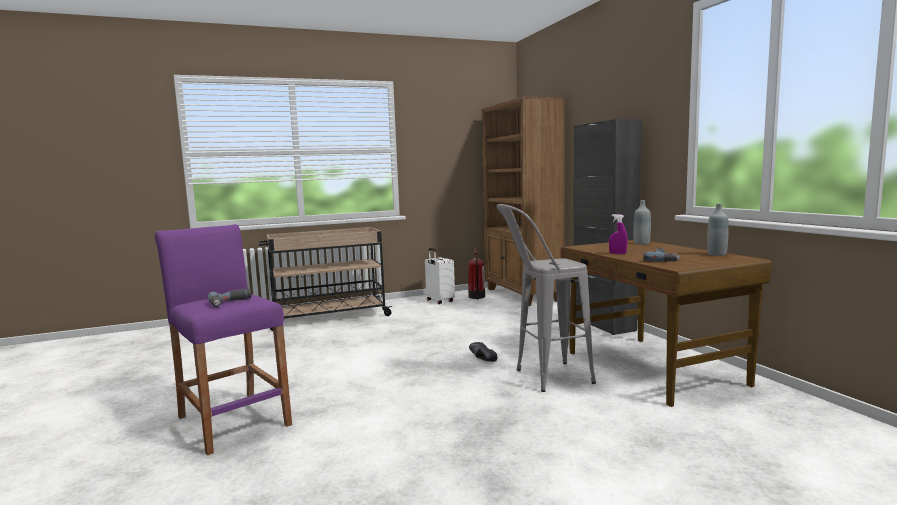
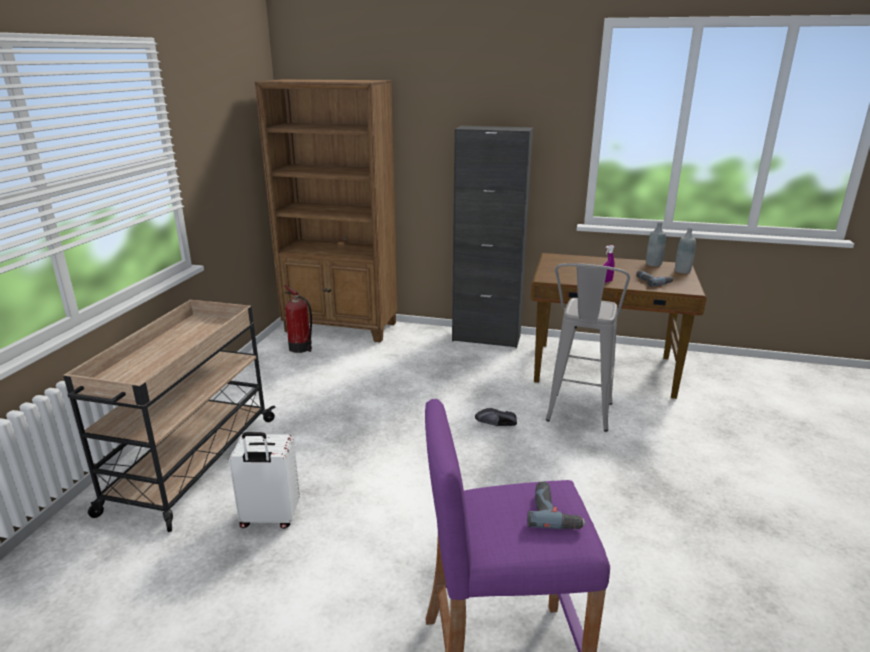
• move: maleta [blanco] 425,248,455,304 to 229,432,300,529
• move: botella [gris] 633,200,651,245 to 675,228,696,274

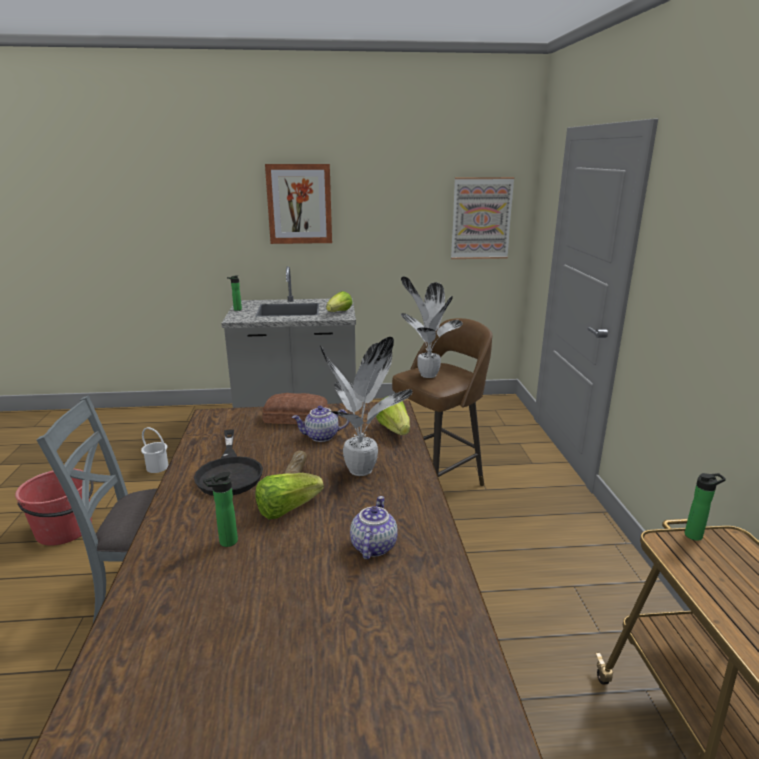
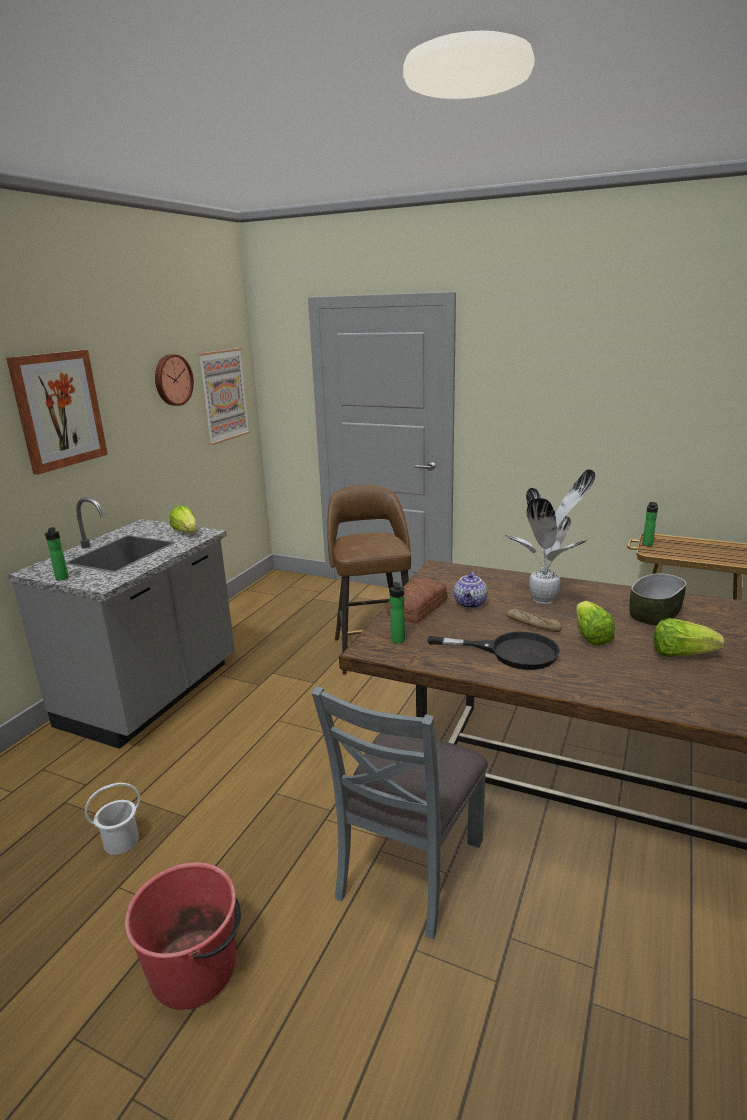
• move: botella 203,472,238,547 to 390,582,405,643
• replace: tetera 350,496,398,559 to cuenco 629,573,687,626
• move: lechuga 376,396,410,435 to 654,618,724,657
• delete: planta en maceta 401,276,463,378
• insert: reloj de pared 155,354,194,406

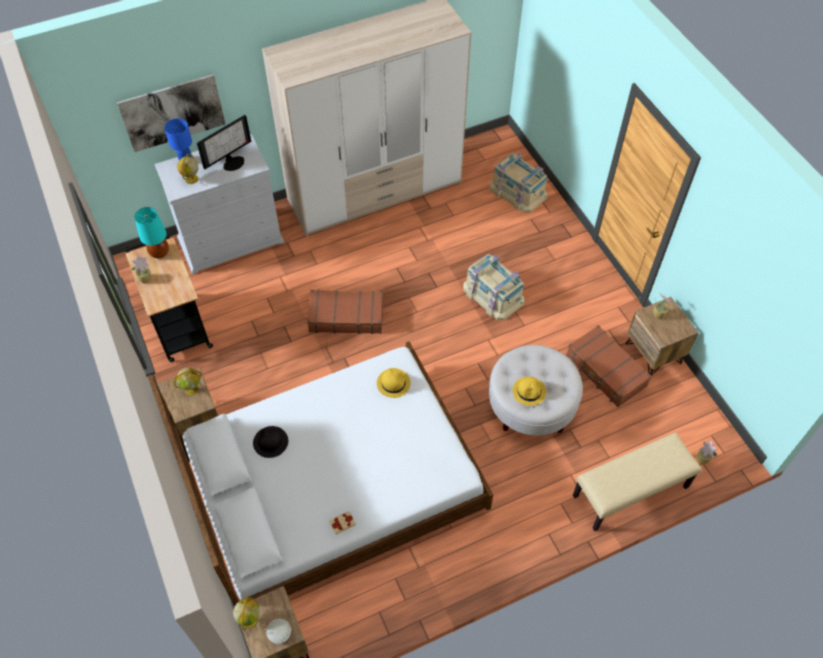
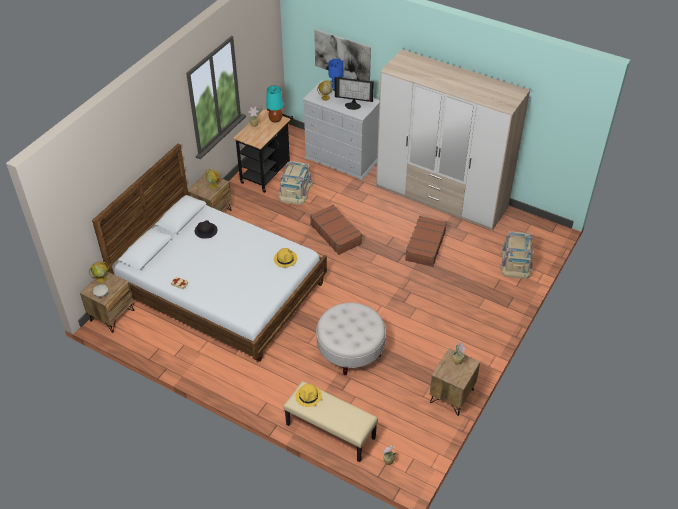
• move: caja de almacenaje [beis] 463,254,524,320 to 279,161,313,205
• move: sombrero [amarillo] 513,377,546,406 to 295,384,322,407
• move: maleta [marrón] 566,325,652,407 to 404,216,447,267

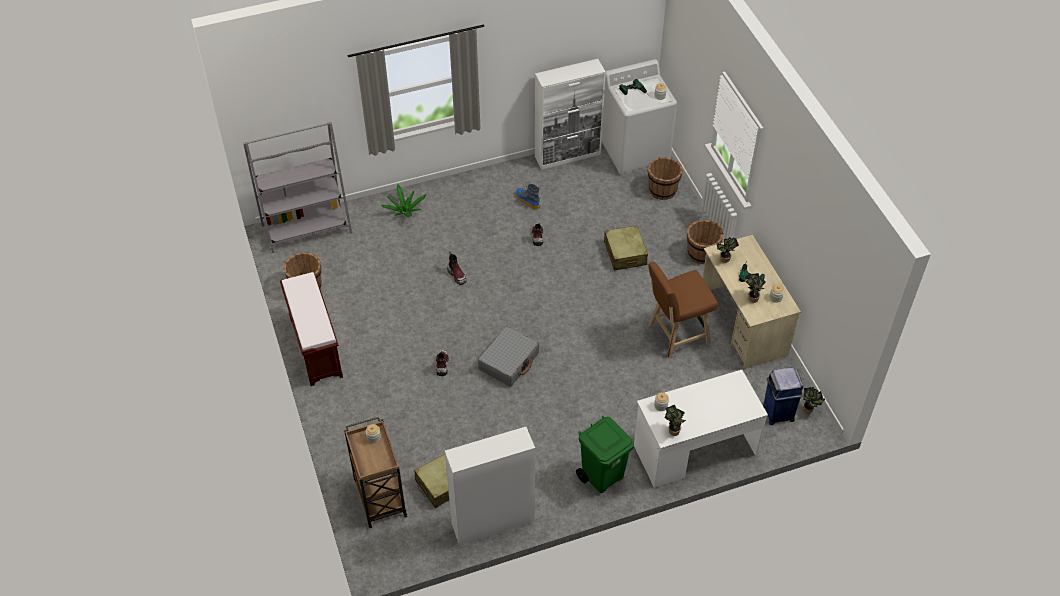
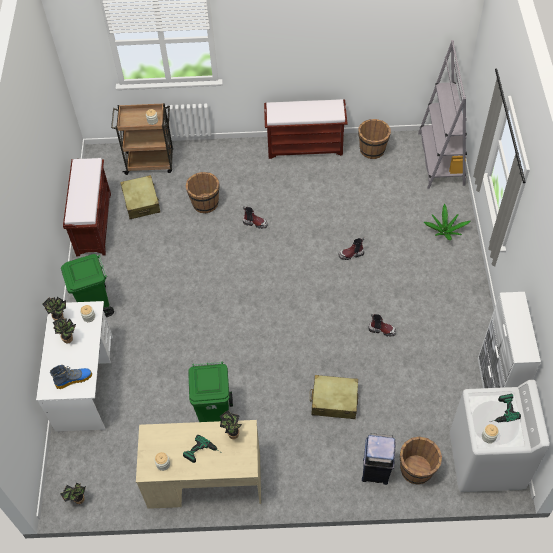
• replace: armario [blanco] 445,427,535,545 to banco [marrón] 63,158,111,256
• delete: maleta [gris] 478,326,539,387
• move: bota 516,183,540,209 to 50,365,92,389
• replace: taburete [marrón] 648,261,718,358 to papelera [verde] 188,361,233,422
• move: cubo [marrón] 687,220,724,264 to 186,172,219,213
• move: planta en maceta 746,273,766,303 to 53,317,76,343
• move: papelera [azul] 763,367,804,425 to 362,433,396,485

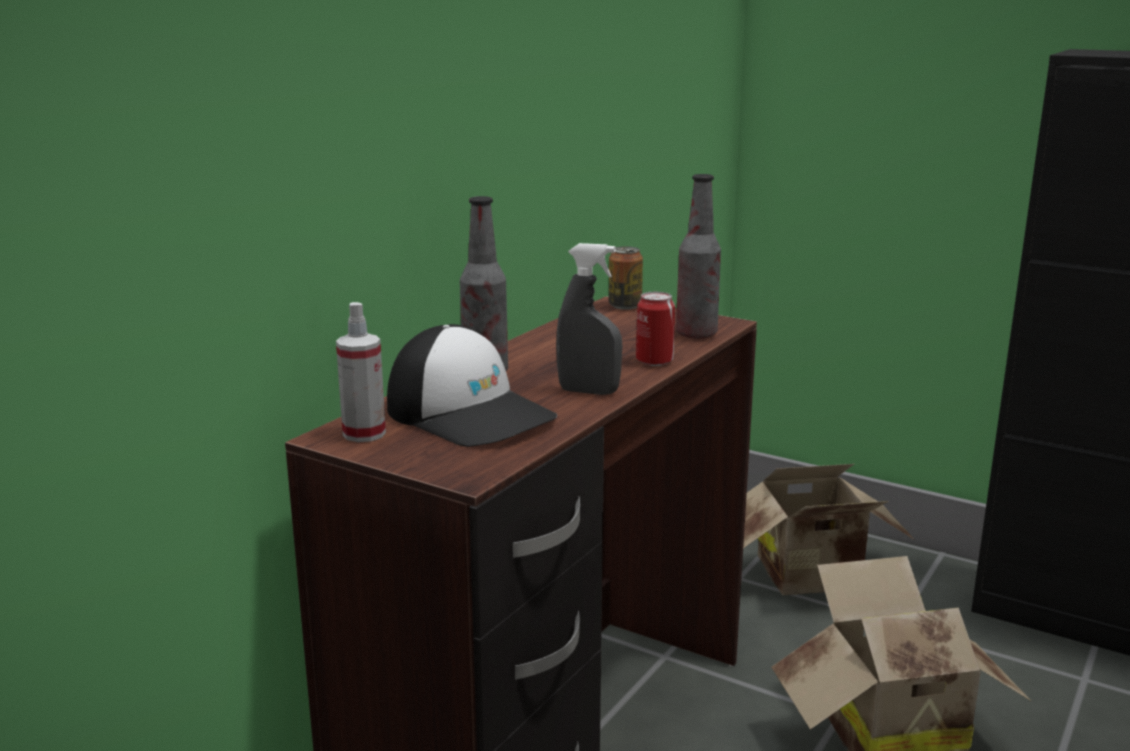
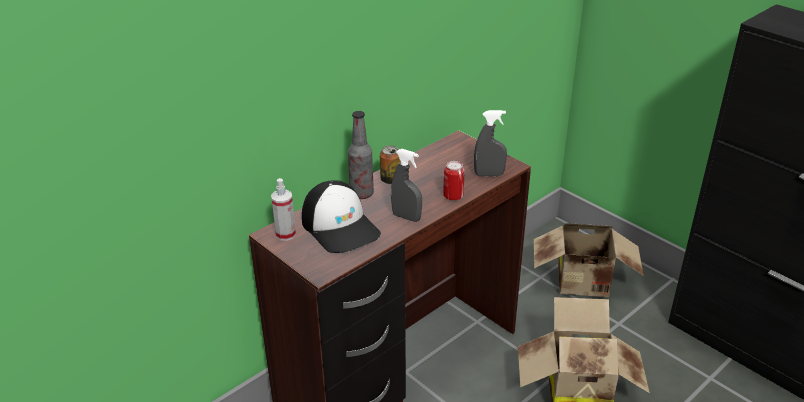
• move: lata 609,246,643,310 to 380,145,400,184
• replace: botella 676,174,721,339 to pulverizador [gris] 474,110,507,176

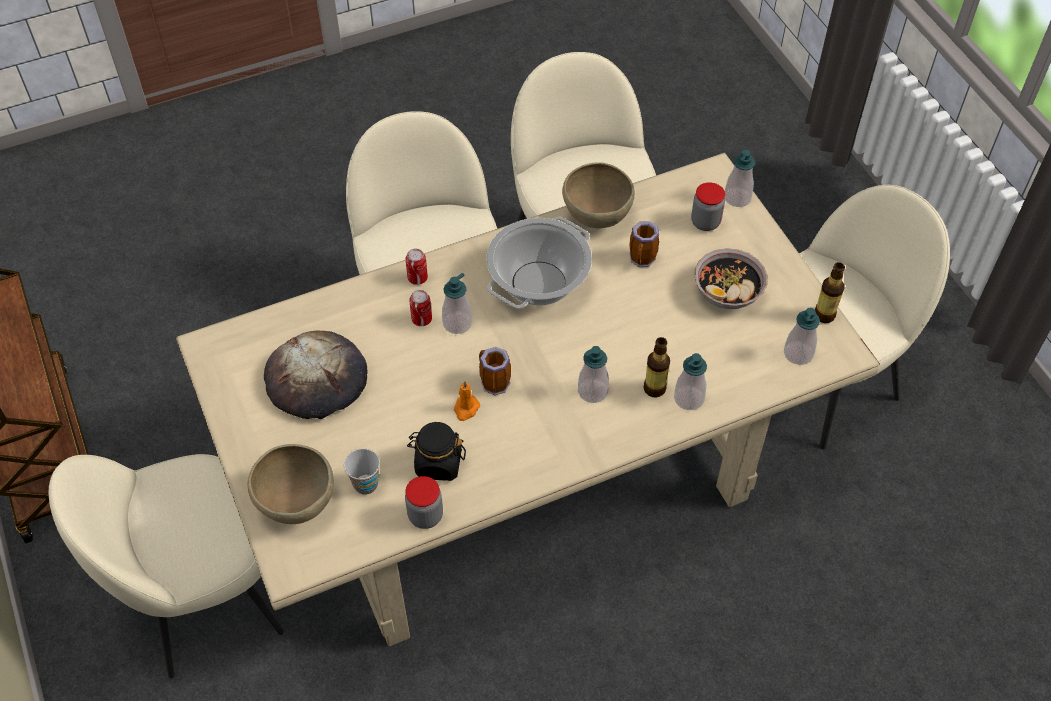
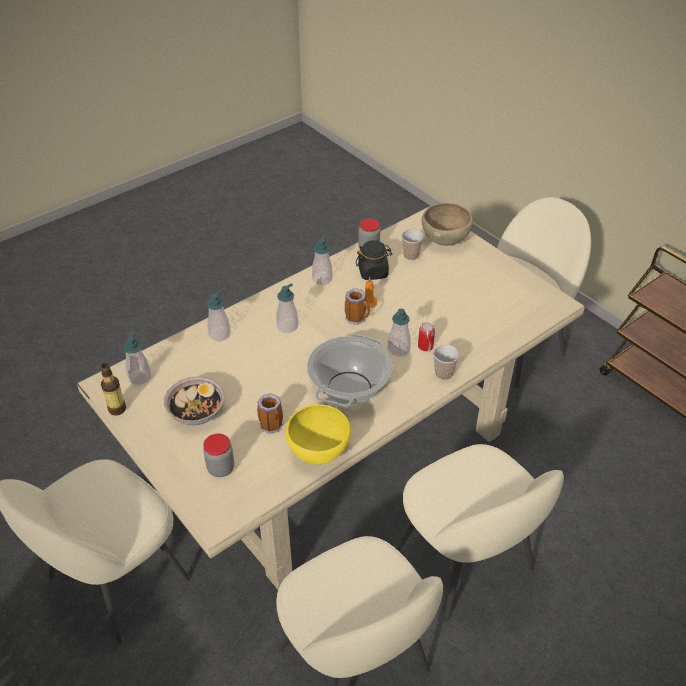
• delete: pan 264,331,368,419
• replace: lata 406,248,428,285 to taza 434,345,459,380
• recolor: cuenco [marrón] 562,162,635,228 to cuenco [amarillo] 285,404,351,464
• delete: botella 644,337,670,397
• move: dispensador de jabón 725,150,755,207 to 312,236,332,285

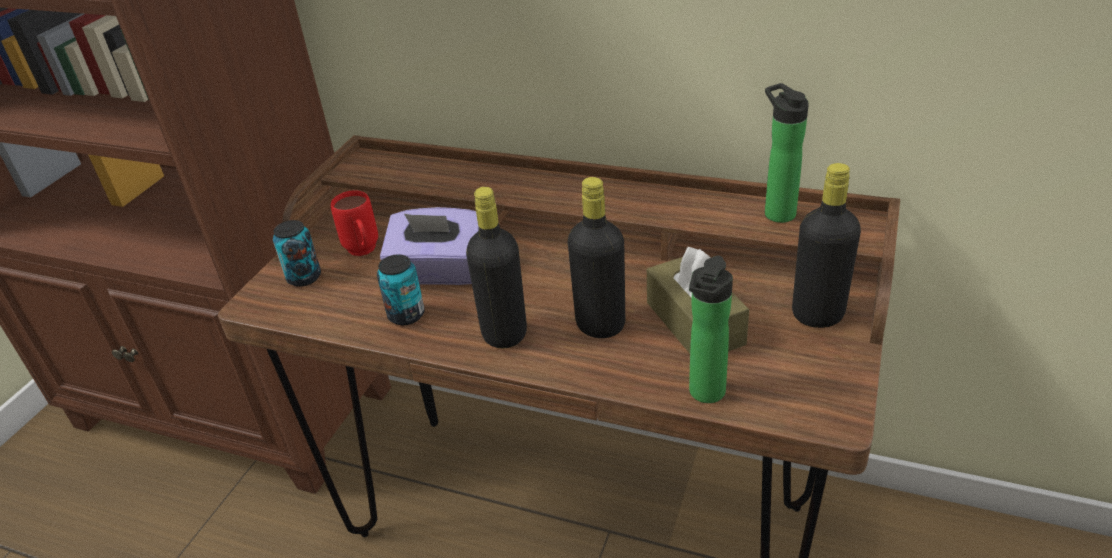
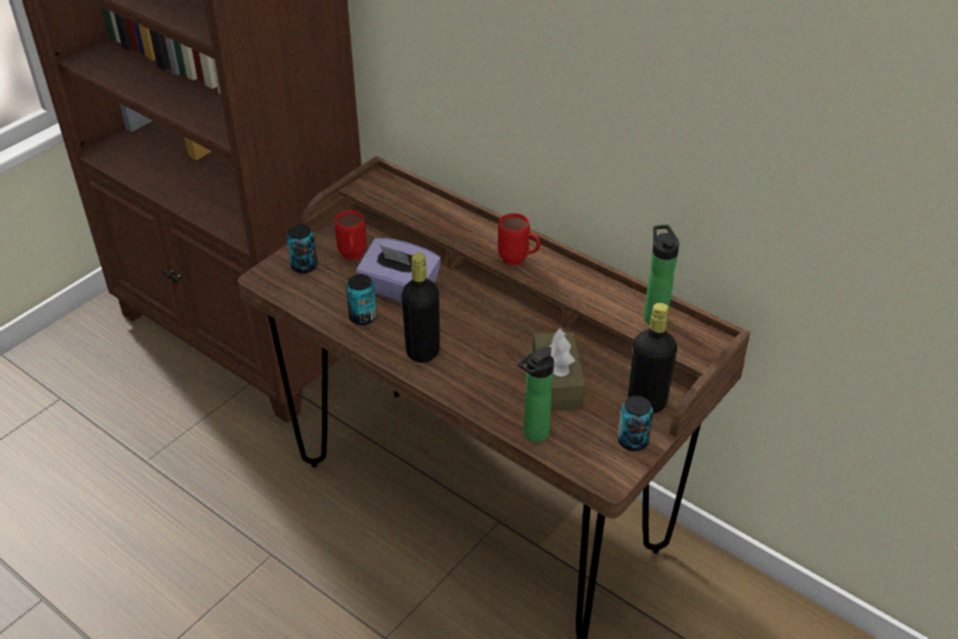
• delete: botella [negro] 568,177,625,338
• insert: taza grande [rojo] 498,213,540,266
• insert: lata 618,396,653,451

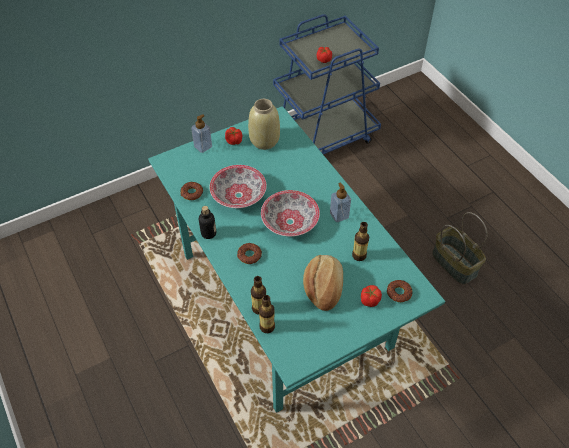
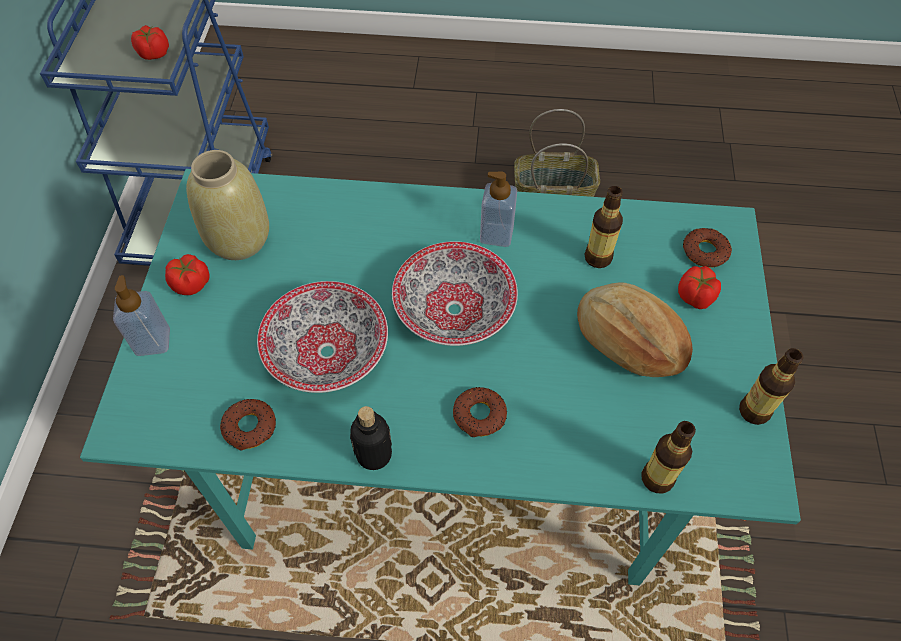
• move: botella 251,276,266,315 to 739,348,804,425

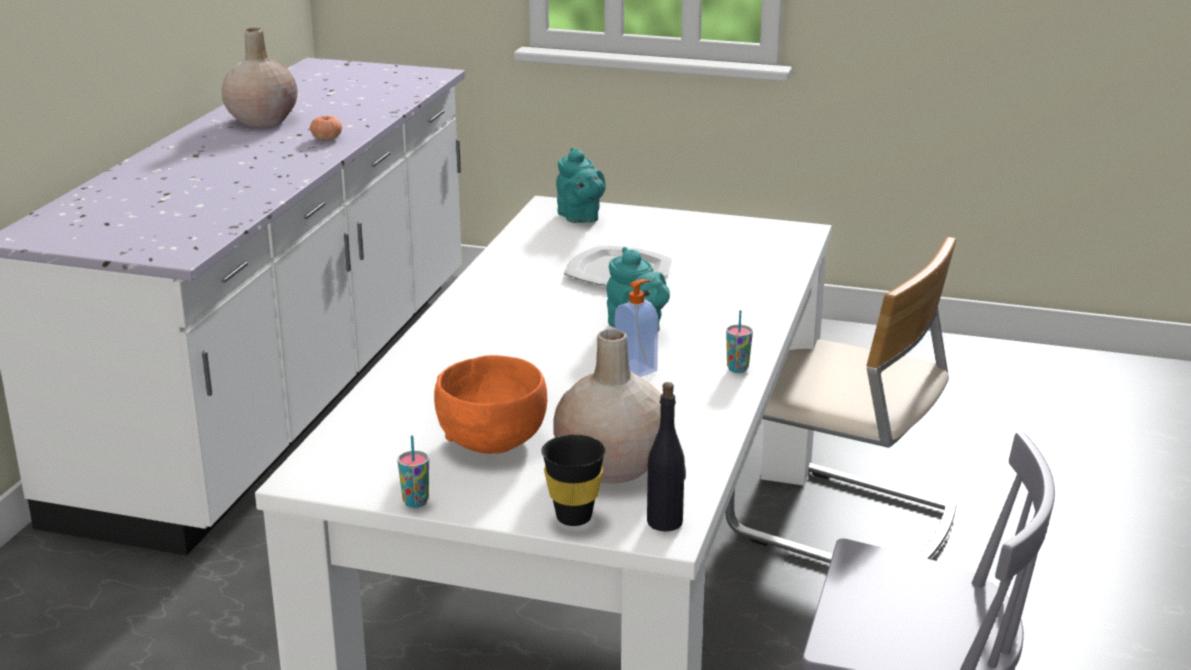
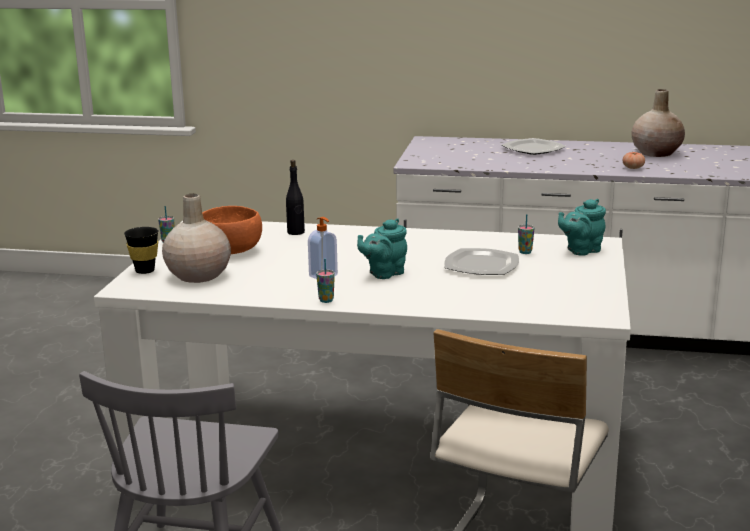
• move: botella [negro] 647,382,686,531 to 286,160,305,235
• insert: plato 502,138,566,155
• insert: taza 518,214,535,254

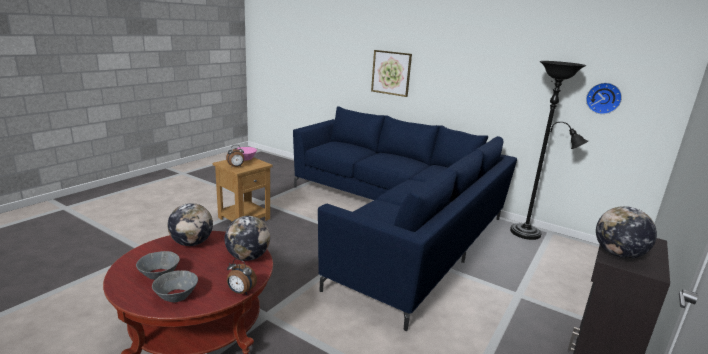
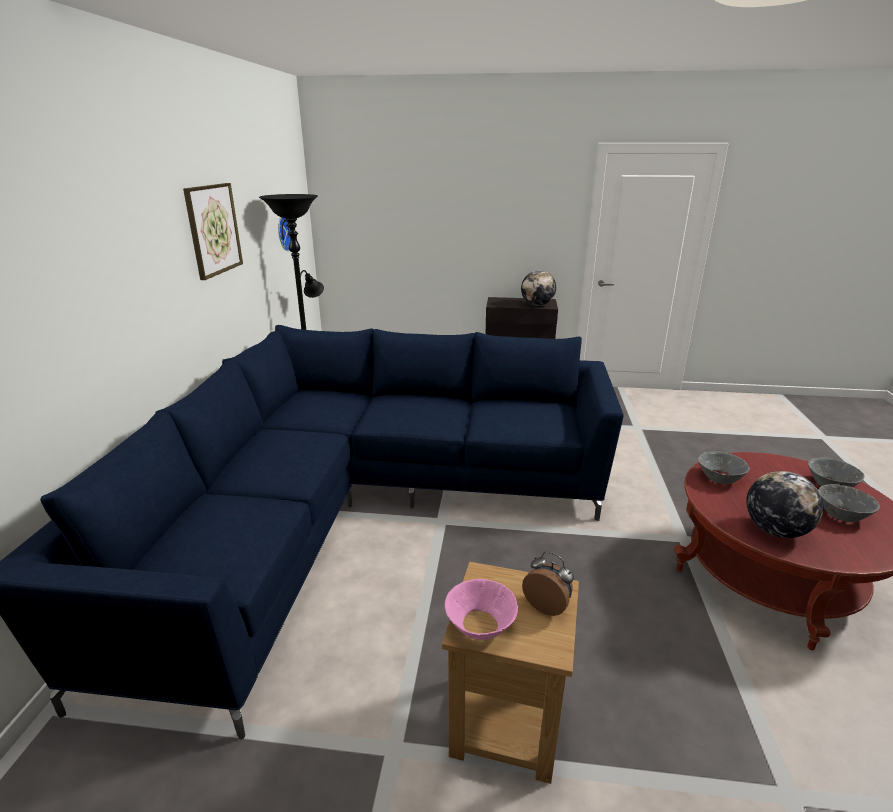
• replace: globo terráqueo 225,216,270,261 to cuenco [gris] 698,451,750,484
• delete: despertador 227,259,257,295
• move: cuadro 371,50,412,97 to 183,183,243,280

